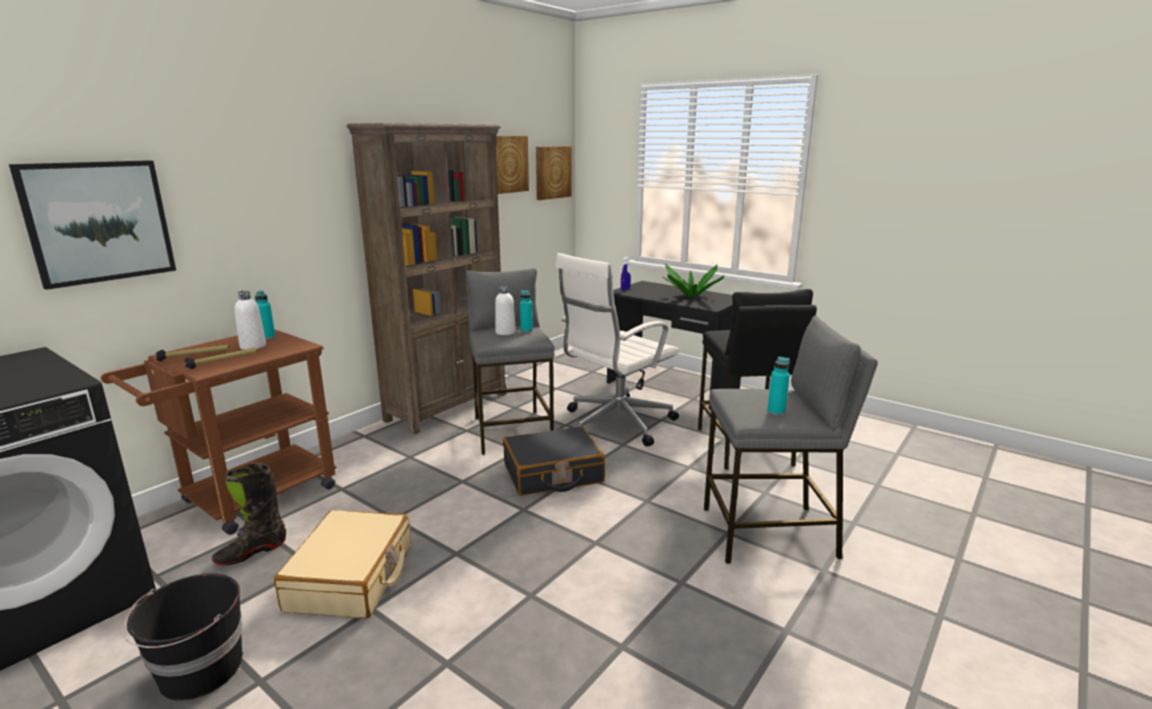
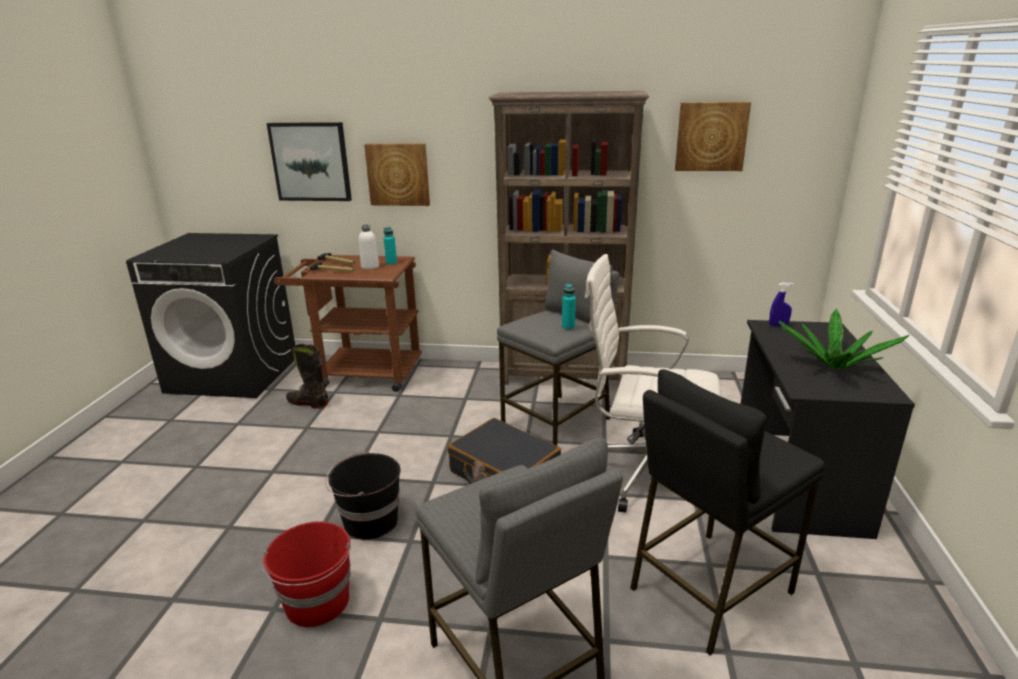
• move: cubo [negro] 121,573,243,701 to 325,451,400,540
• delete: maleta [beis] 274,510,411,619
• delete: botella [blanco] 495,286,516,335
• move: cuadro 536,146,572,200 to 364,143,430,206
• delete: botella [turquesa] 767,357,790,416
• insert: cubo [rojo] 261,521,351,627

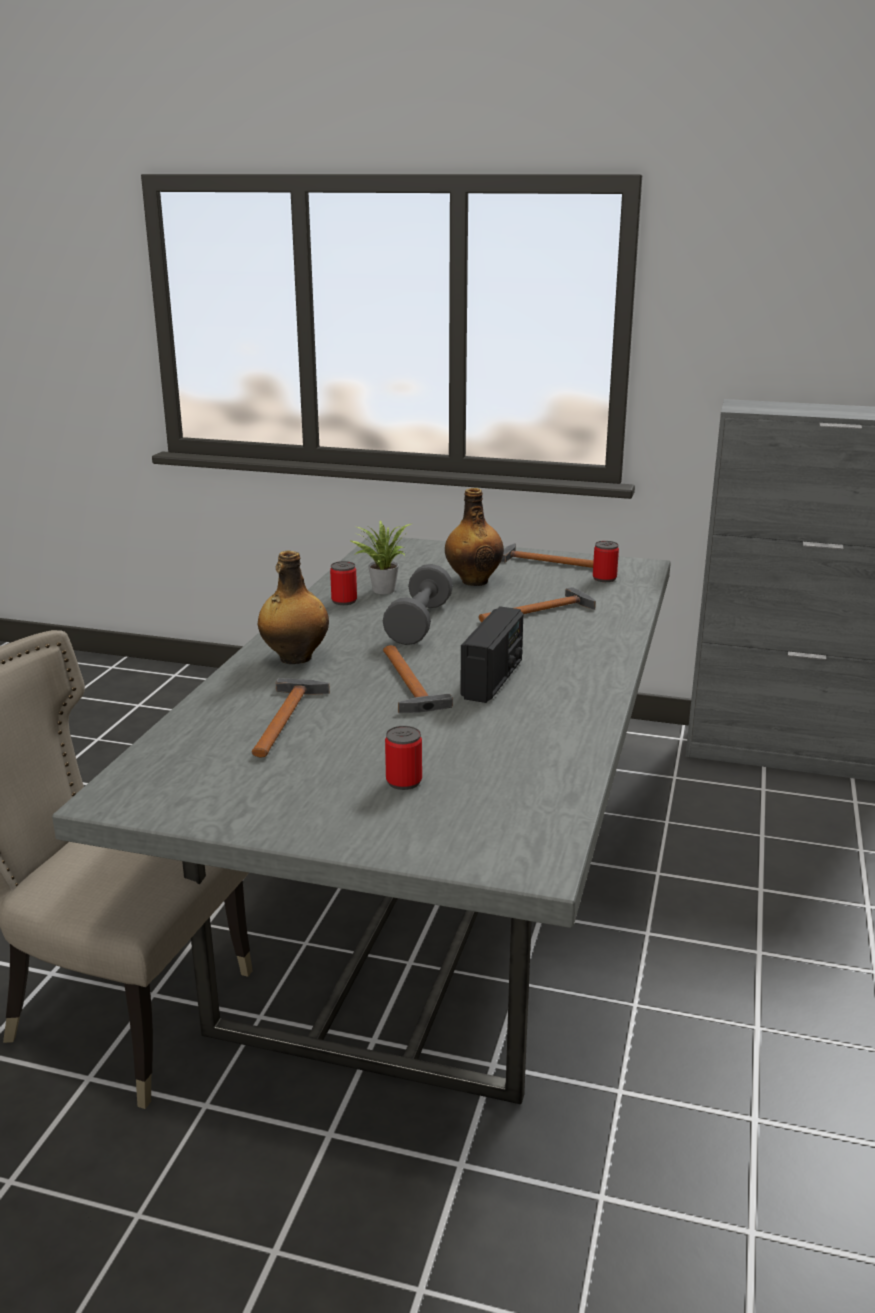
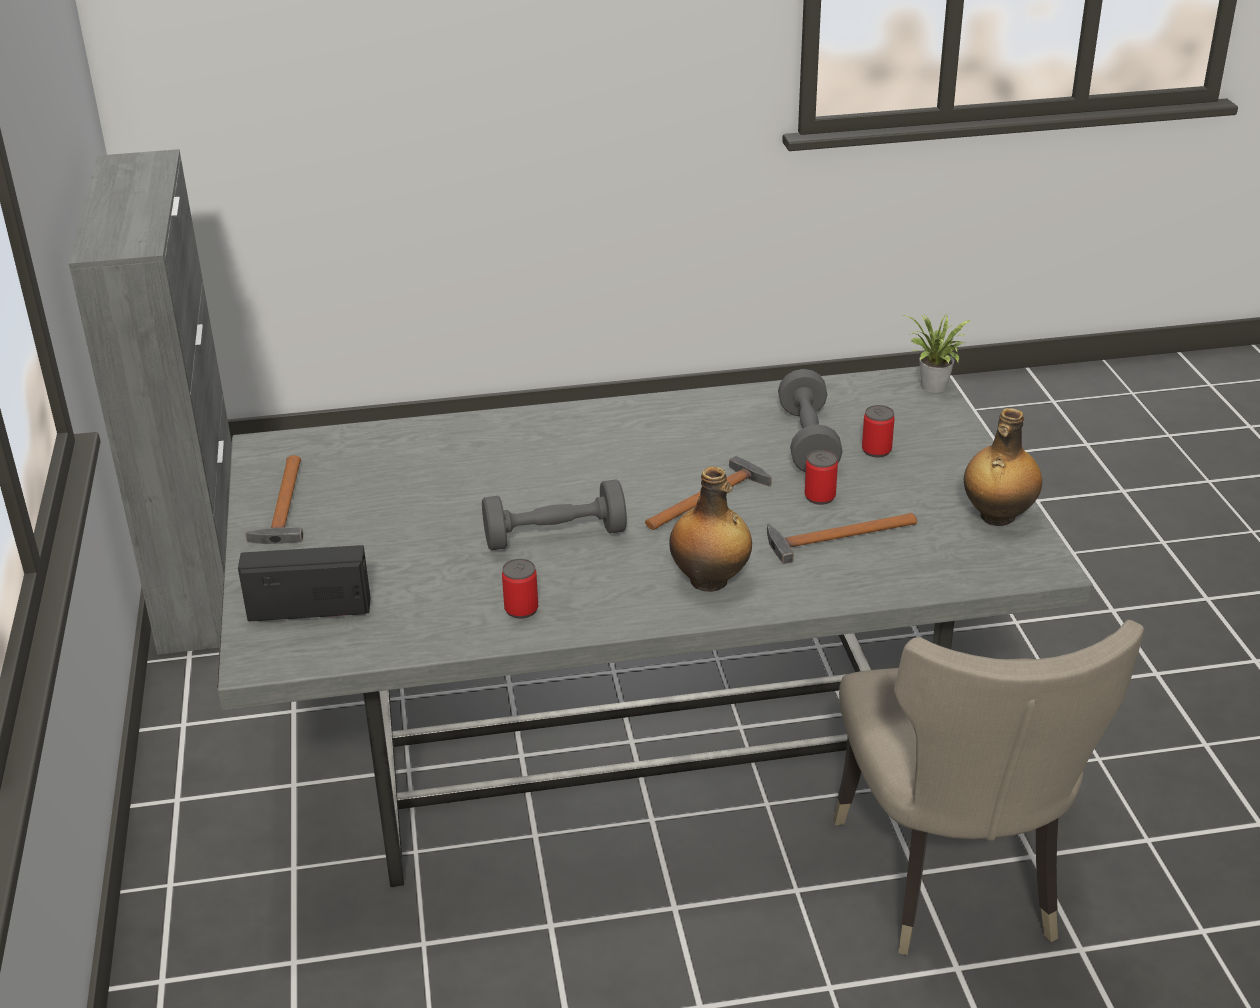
• move: planta en maceta 349,520,411,594 to 903,315,970,393
• move: botella 445,488,504,586 to 964,408,1042,526
• move: radio 460,606,523,703 to 238,545,371,621
• delete: martillo 478,587,596,622
• move: lata 593,541,619,582 to 805,450,838,505
• insert: mancuerna [gris] 778,369,843,473

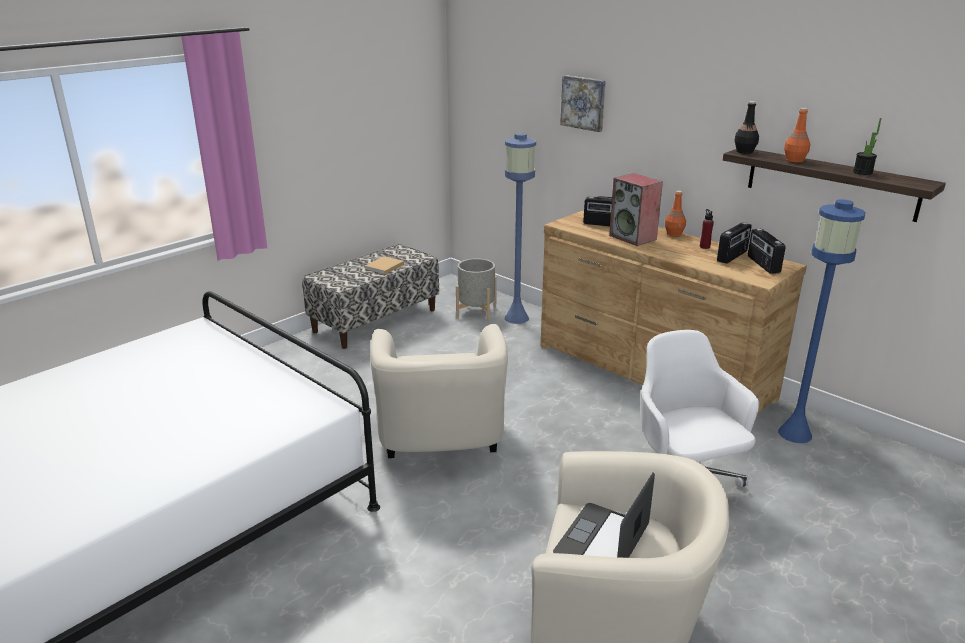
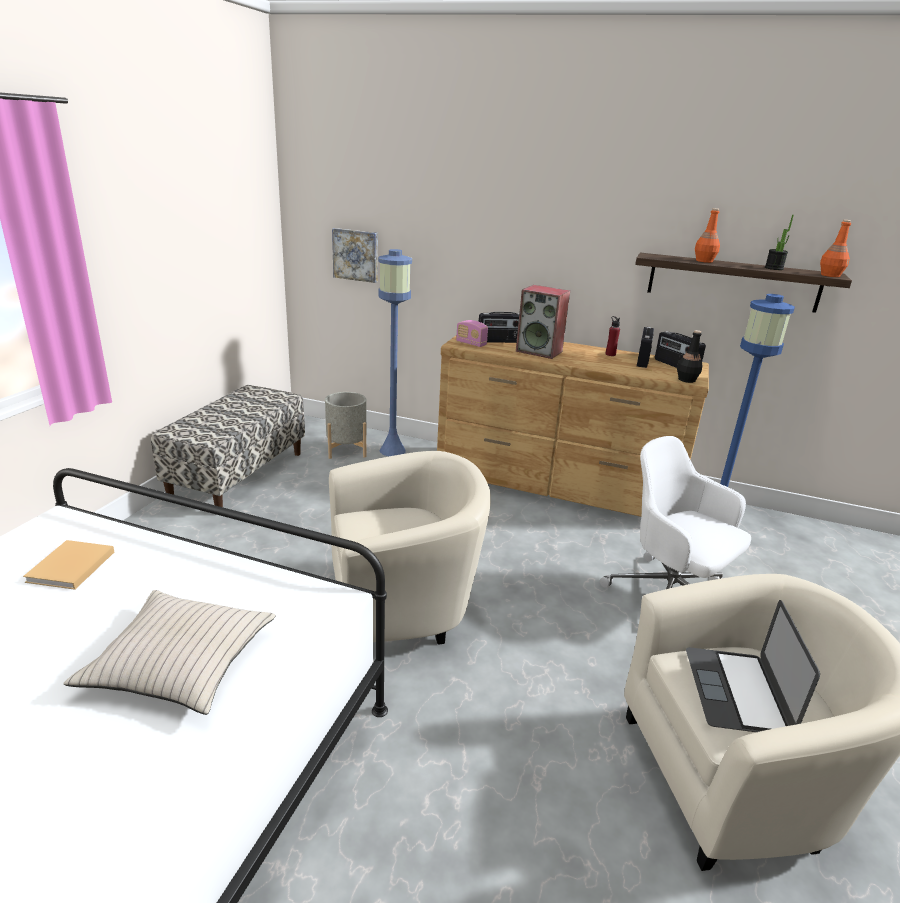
• move: libro [beis] 365,256,404,274 to 23,540,114,590
• rotate: sillón [beis] 370,324,508,458 = 329,451,491,645 75 degrees counterclockwise
• move: cuadro 560,75,606,132 to 332,228,378,283
• move: botella [naranja] 665,191,686,236 to 820,220,851,277
• move: botella [negro] 734,101,759,154 to 677,330,703,383
• insert: cojín [beis] 63,590,276,715
• insert: radio 456,320,488,347

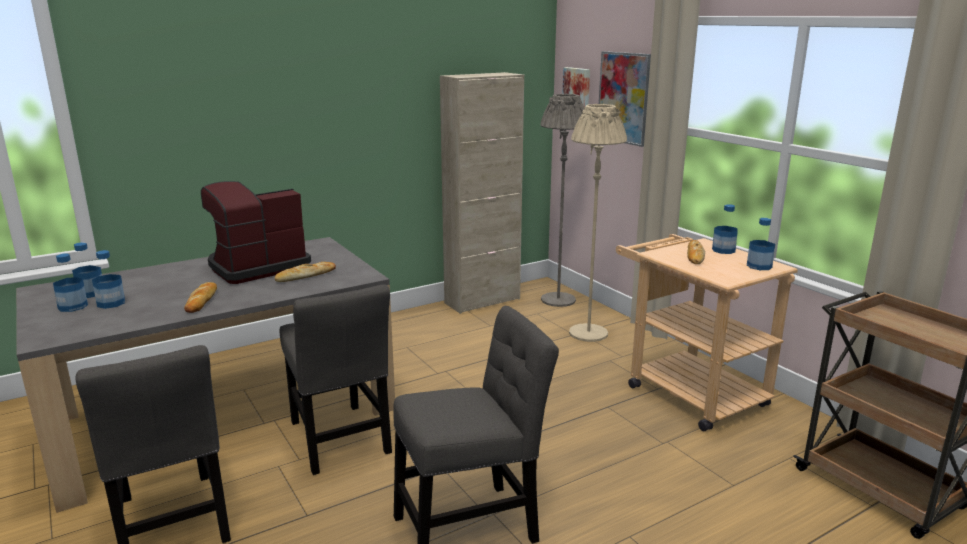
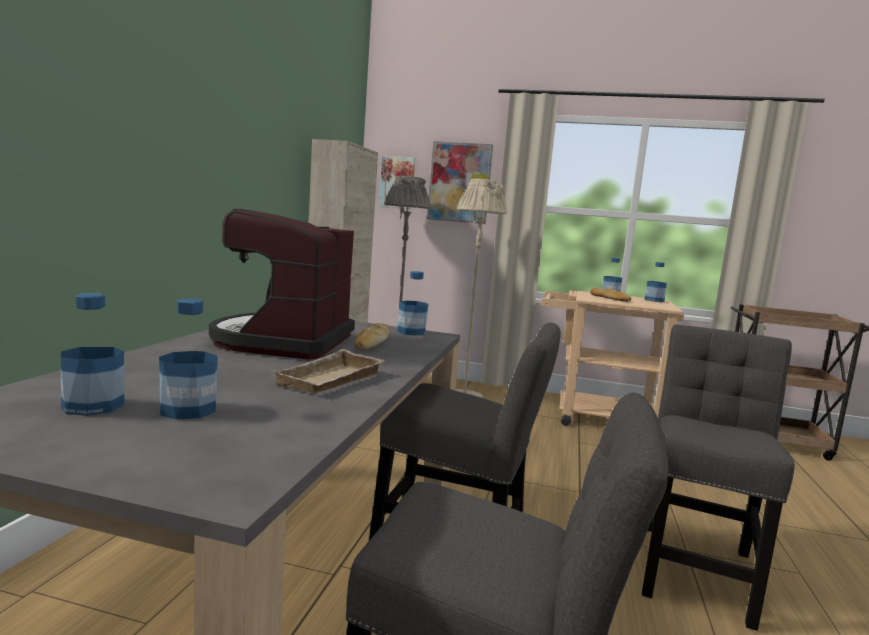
• move: botella 53,253,88,312 to 397,271,428,336
• replace: pan 184,282,217,313 to bandeja [beis] 273,349,385,393

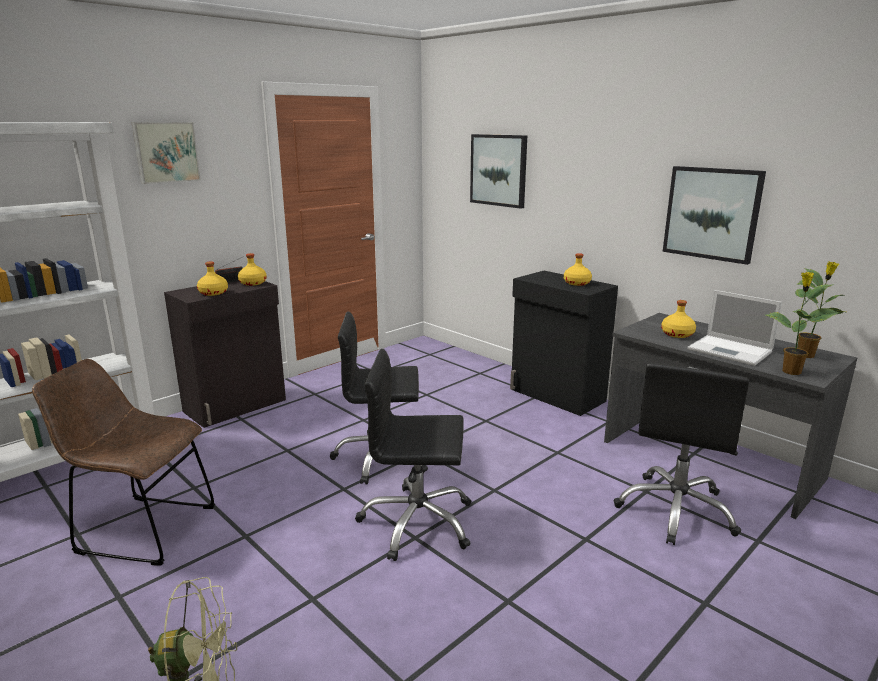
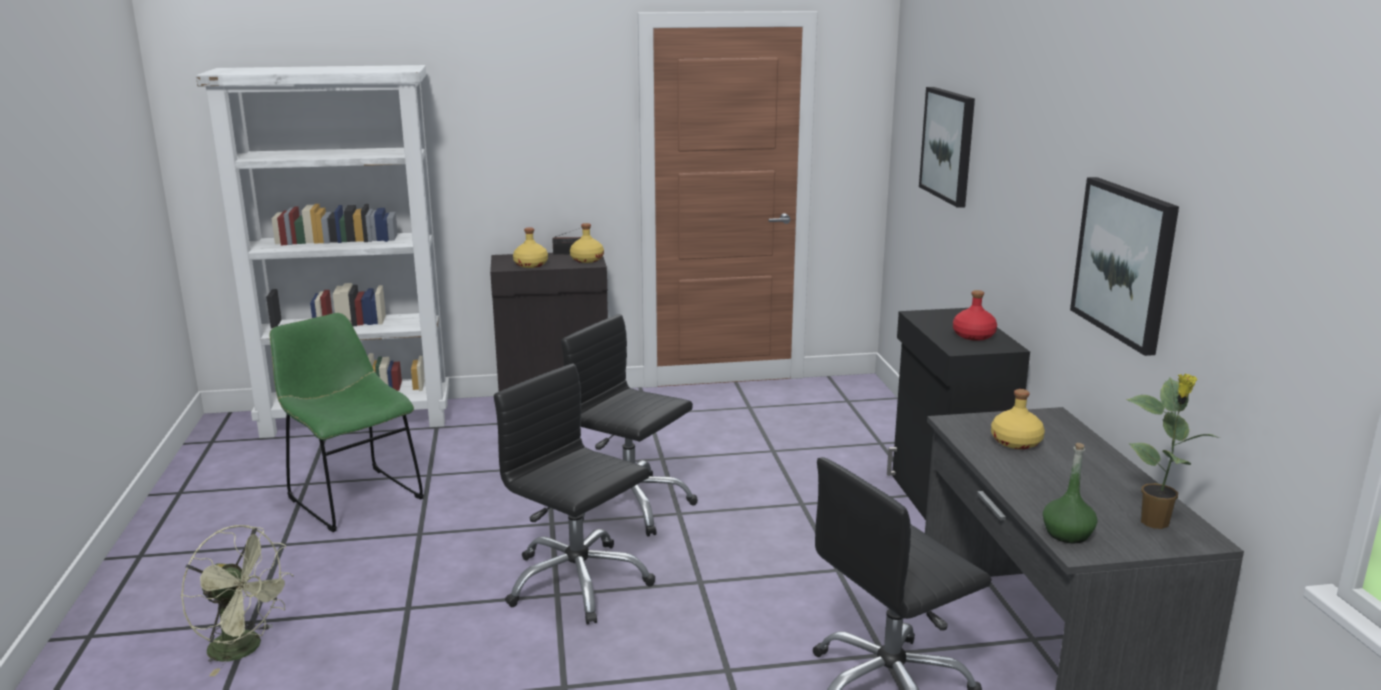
• recolor: silla [marrón] 32,359,215,566 to silla [verde] 270,313,424,532
• delete: cuadro 131,122,201,184
• recolor: botella [amarillo] 564,253,592,286 to botella [rojo] 953,290,997,341
• delete: portátil 688,290,782,366
• replace: planta en maceta 765,272,840,375 to botella [verde] 1043,443,1097,543

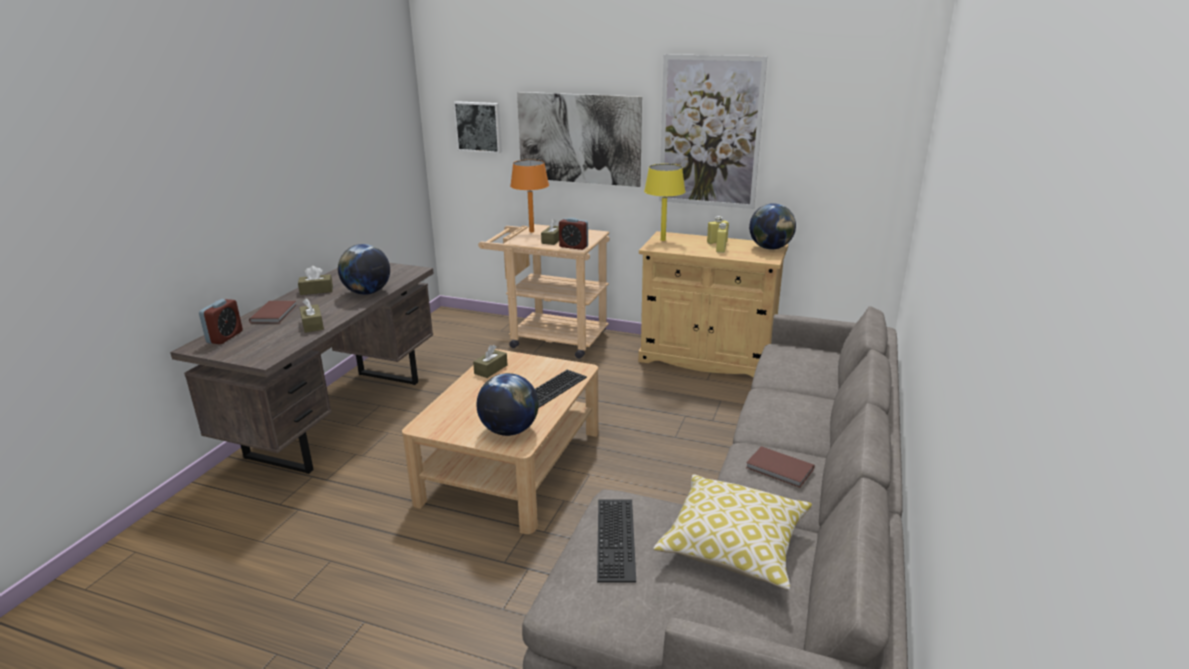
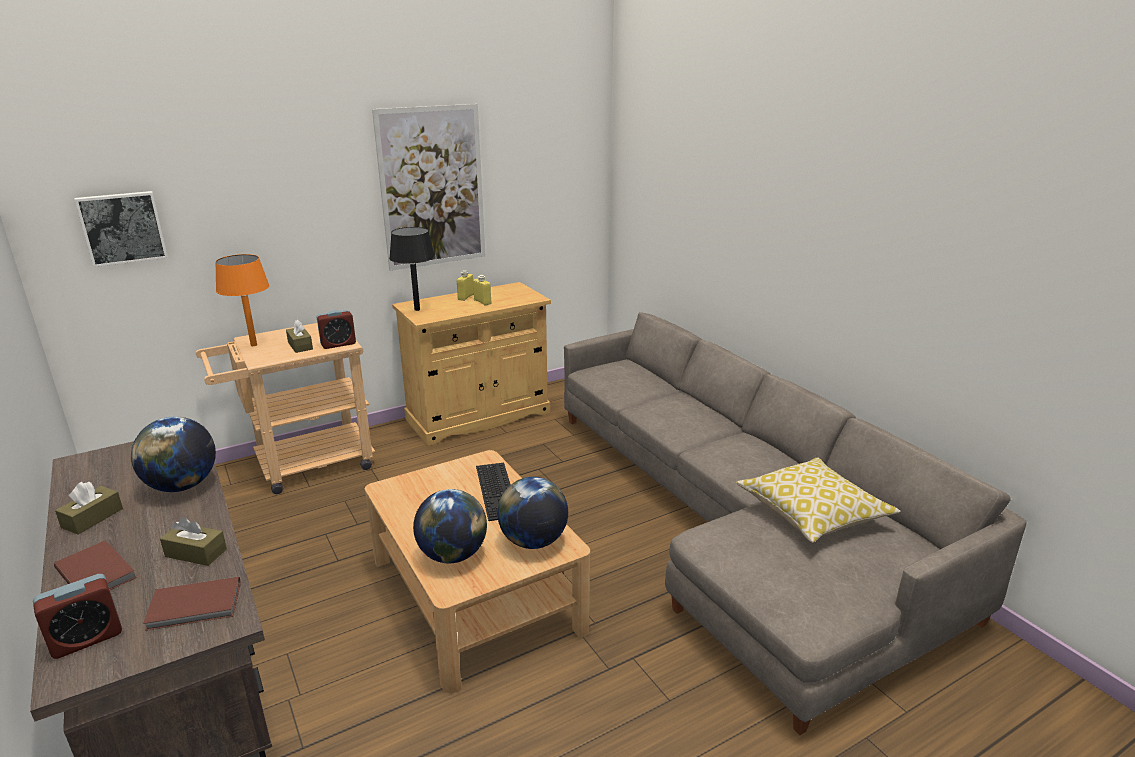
• rotate: despertador 199,299,243,344 = 33,574,122,659 90 degrees clockwise
• delete: caja de pañuelos [marrón] 473,345,508,378
• delete: cuadro 517,92,642,187
• delete: teclado 597,499,636,583
• recolor: lámpara de mesa [amarillo] 644,164,685,241 to lámpara de mesa [negro] 389,227,435,311
• move: libro [marrón] 746,446,814,488 to 143,577,241,631
• move: globo terráqueo 749,203,796,249 to 413,489,487,563

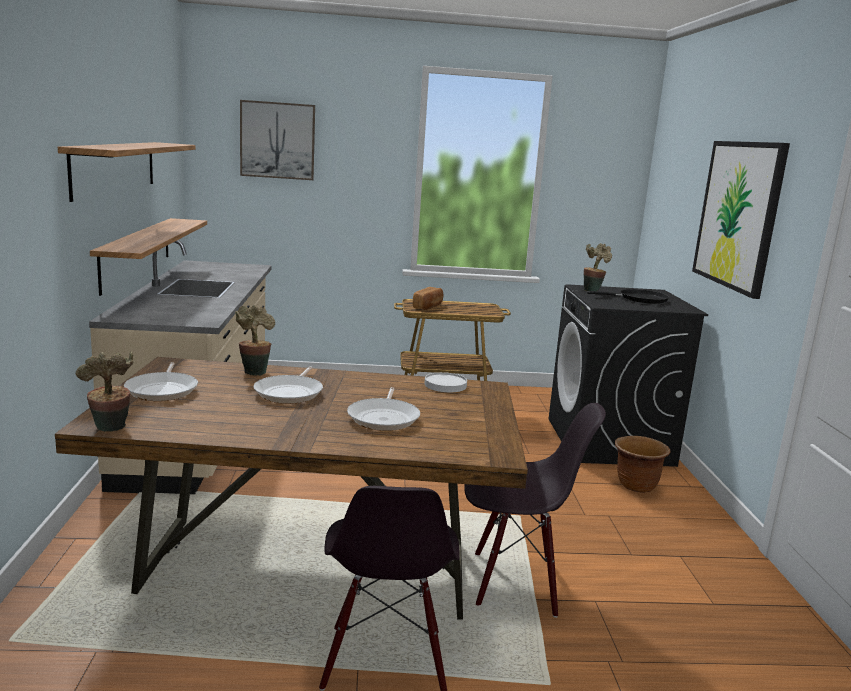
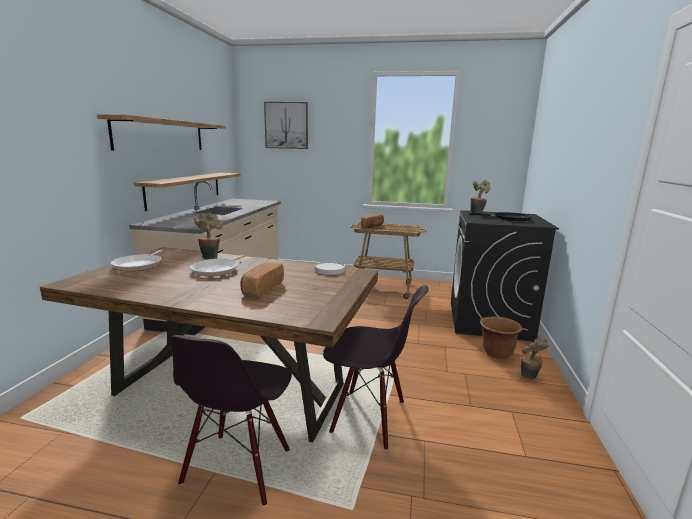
• move: planta en maceta 76,351,133,432 to 521,339,549,379
• replace: sartén 347,387,420,431 to pan 240,262,284,297
• delete: cuadro 692,141,790,299

